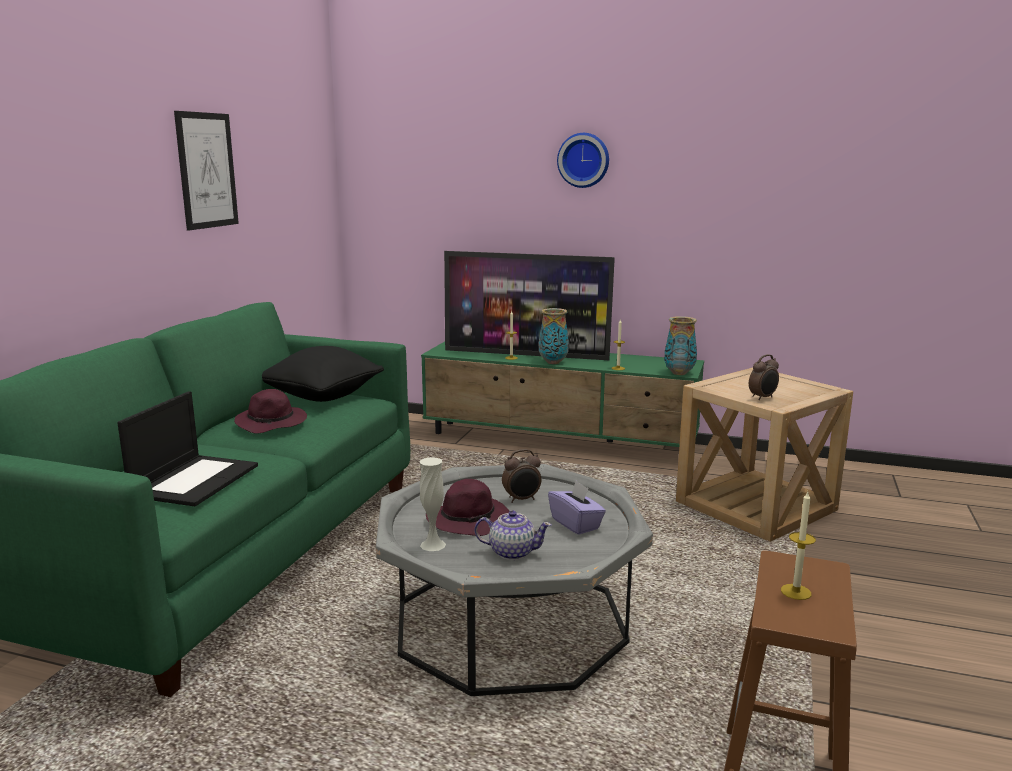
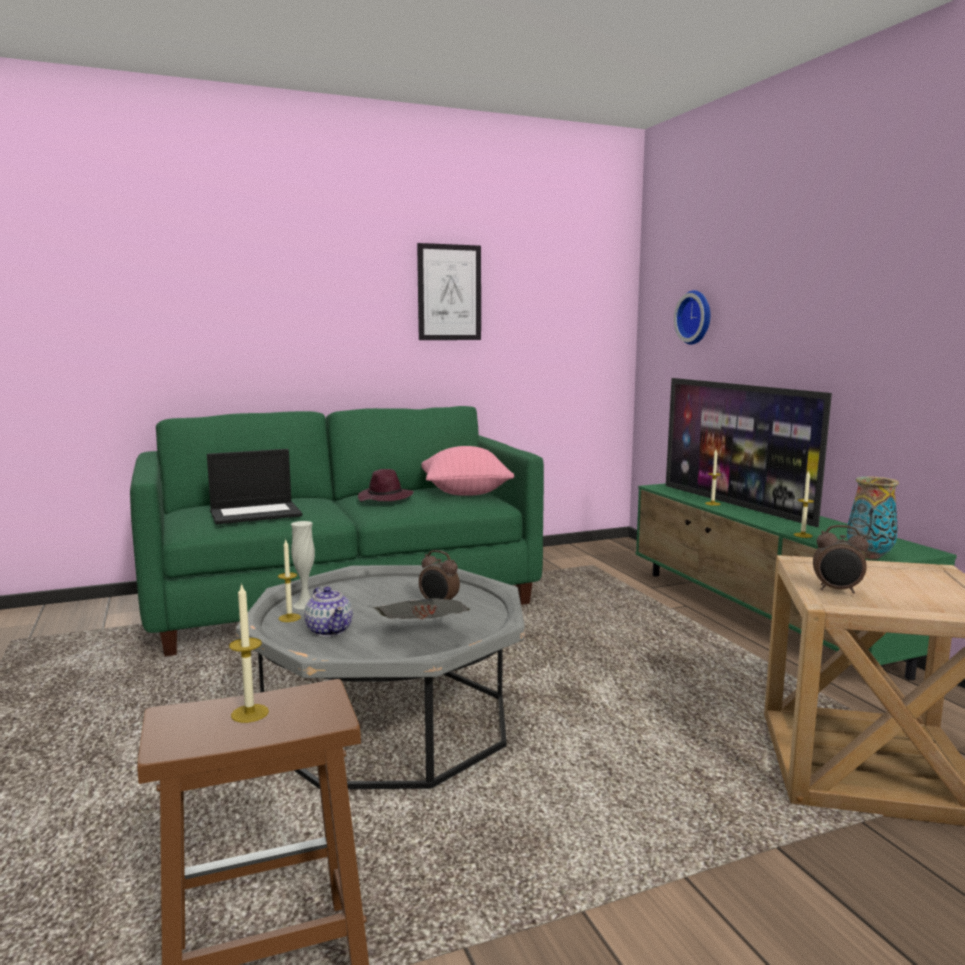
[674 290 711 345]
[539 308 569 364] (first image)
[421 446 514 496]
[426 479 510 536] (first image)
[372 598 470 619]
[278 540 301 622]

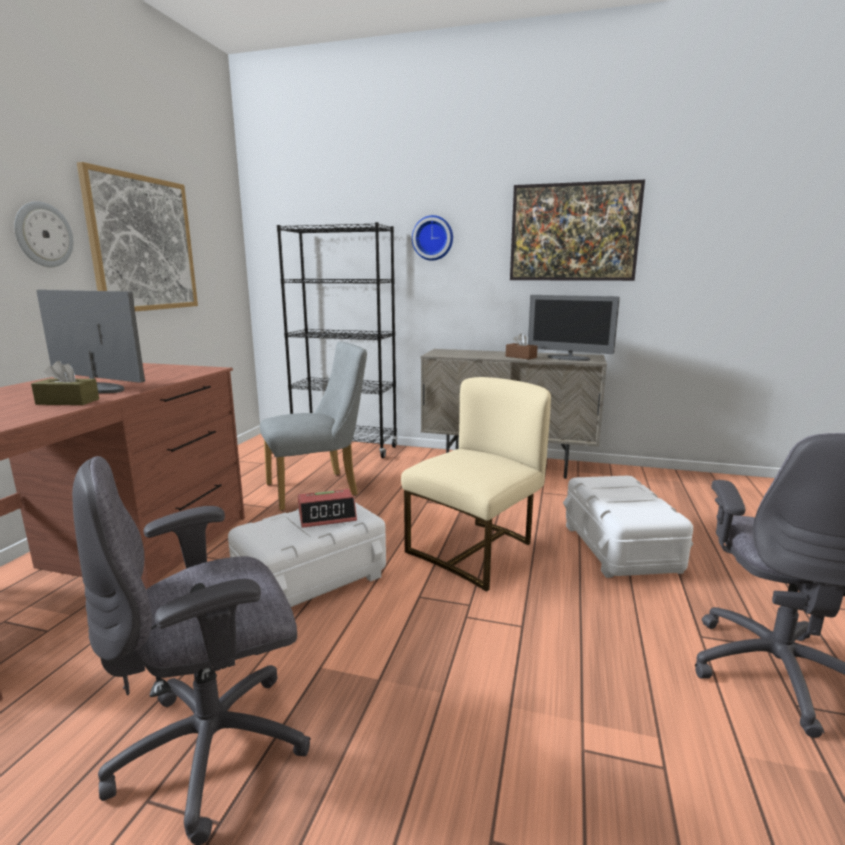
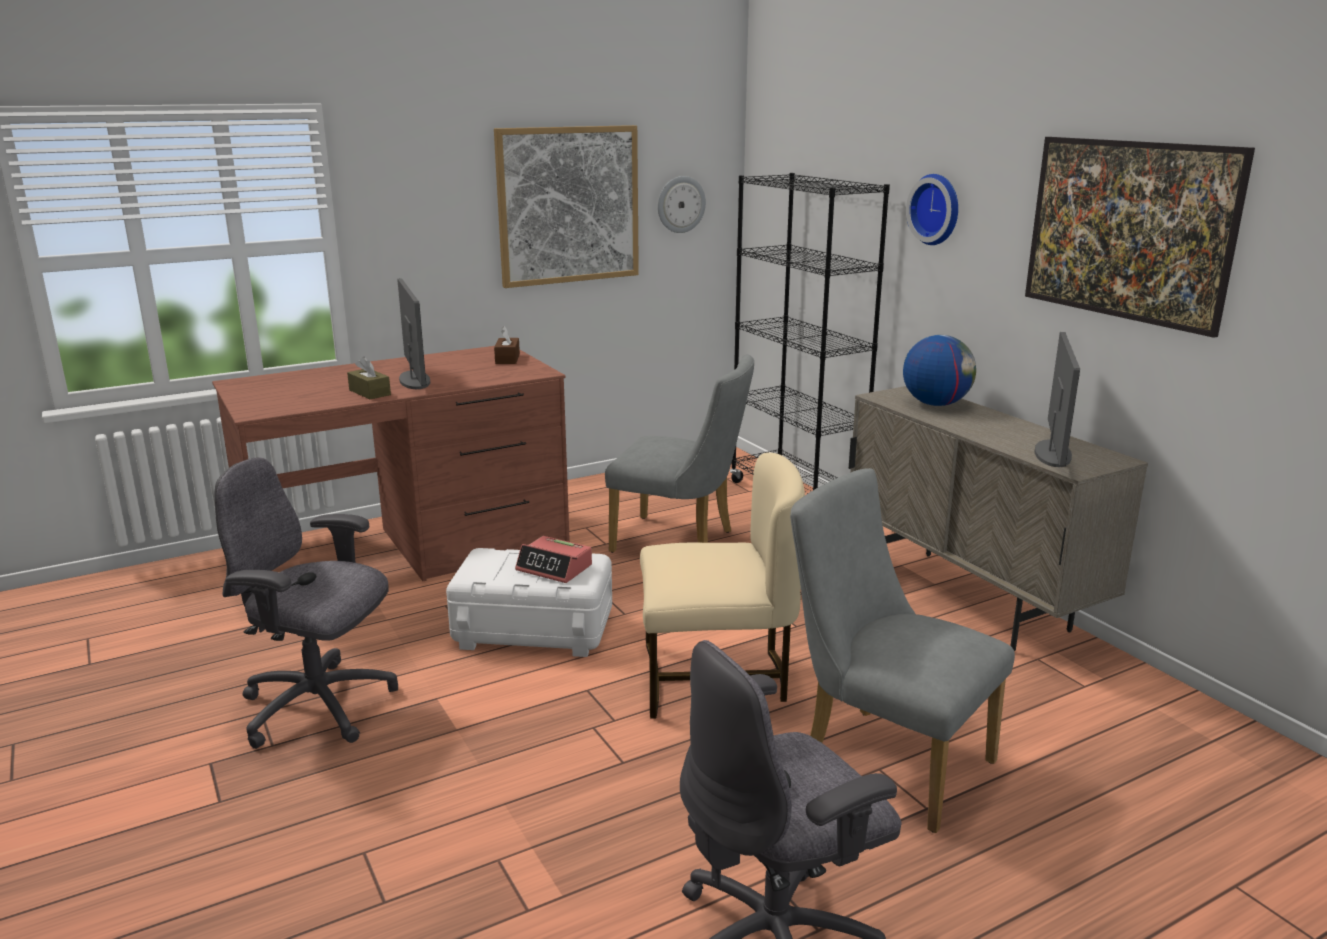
[658 176 706 233]
[1035 332 1080 467]
[494 326 520 364]
[790 468 1015 833]
[903 335 976 406]

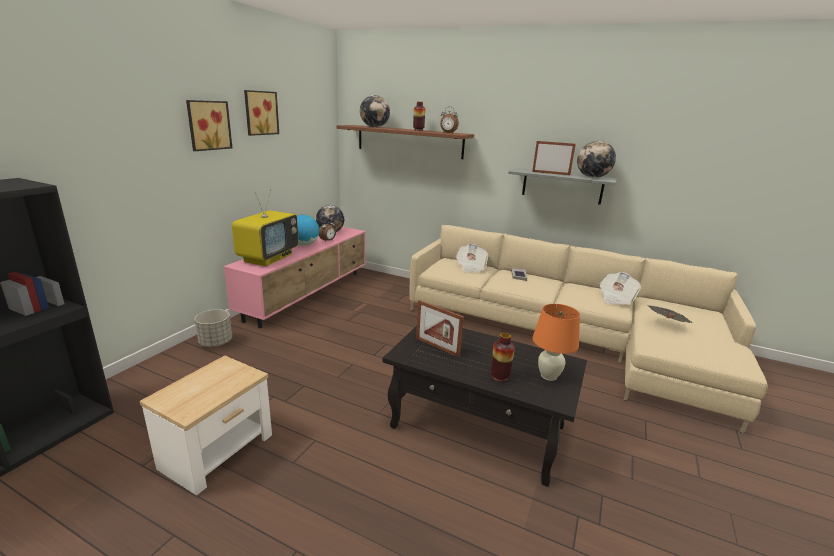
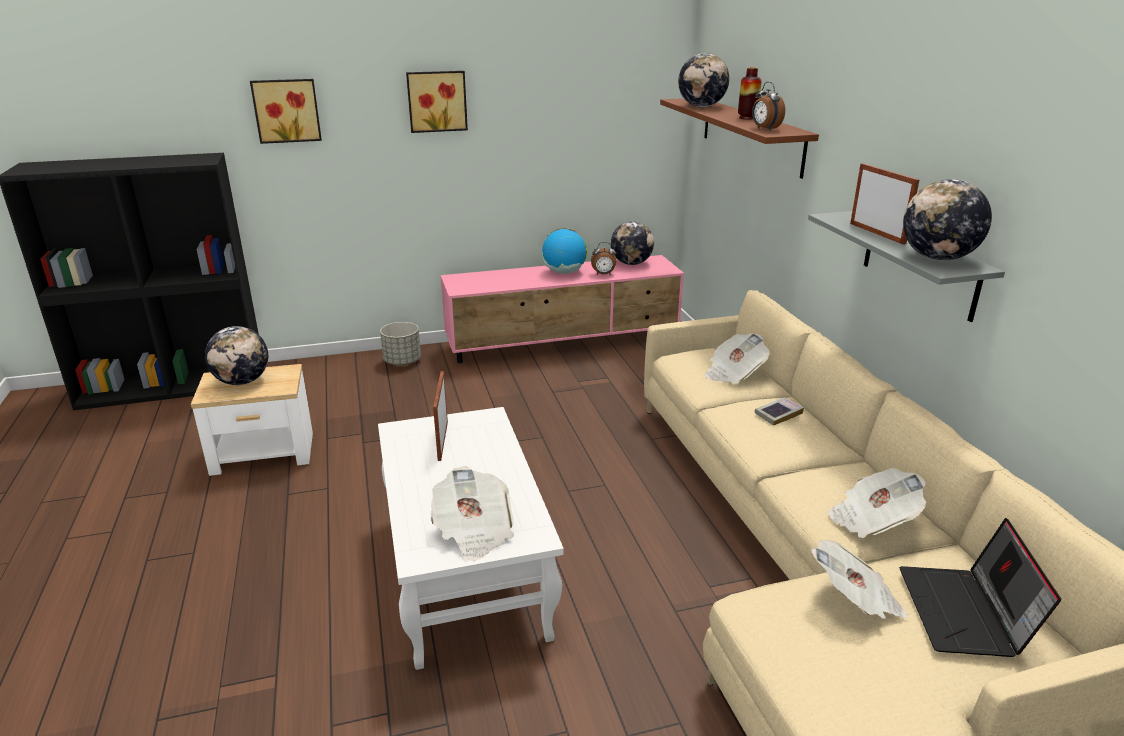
[250 79 322 144]
[232 189 298 266] (first image)
[430 466 514 561]
[378 407 563 670]
[490 333 515 382] (first image)
[205 326 268 385]
[899 518 1061 657]

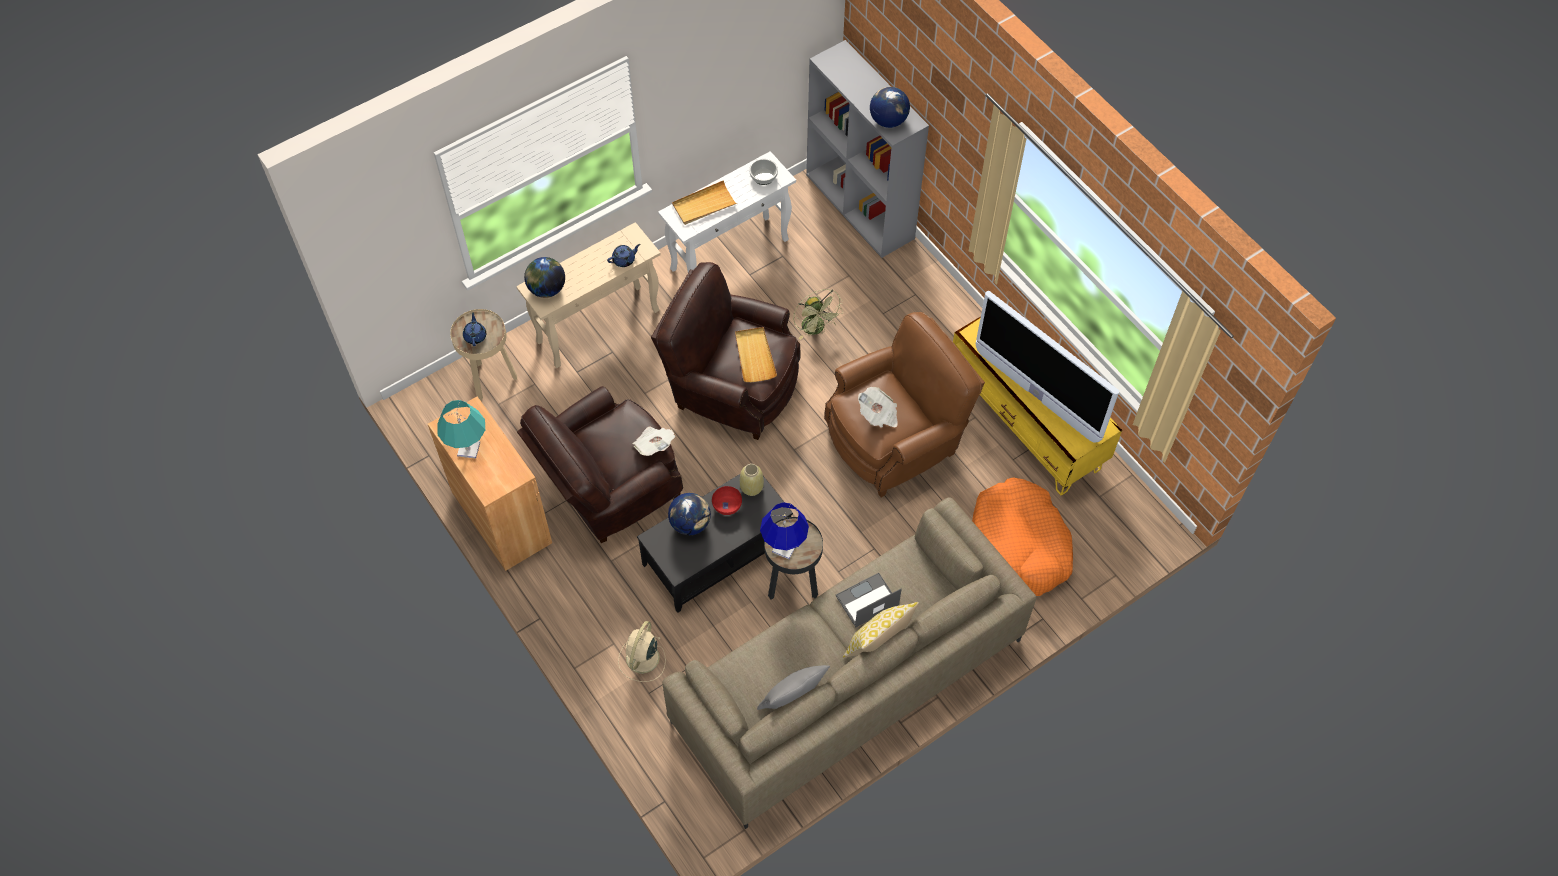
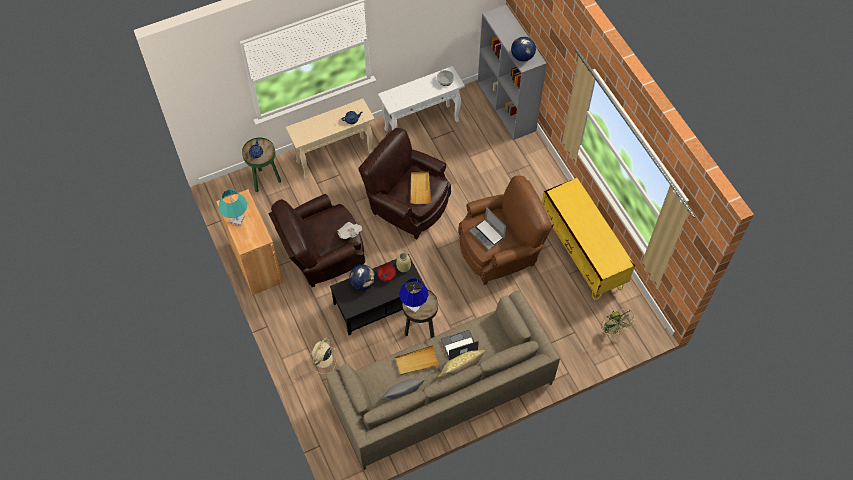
[395 345 439 375]
[524 257 565 298] (first image)
[601 309 636 336]
[976 291 1119 443] (first image)
[242 138 281 192]
[469 207 506 250]
[972 477 1073 596] (first image)

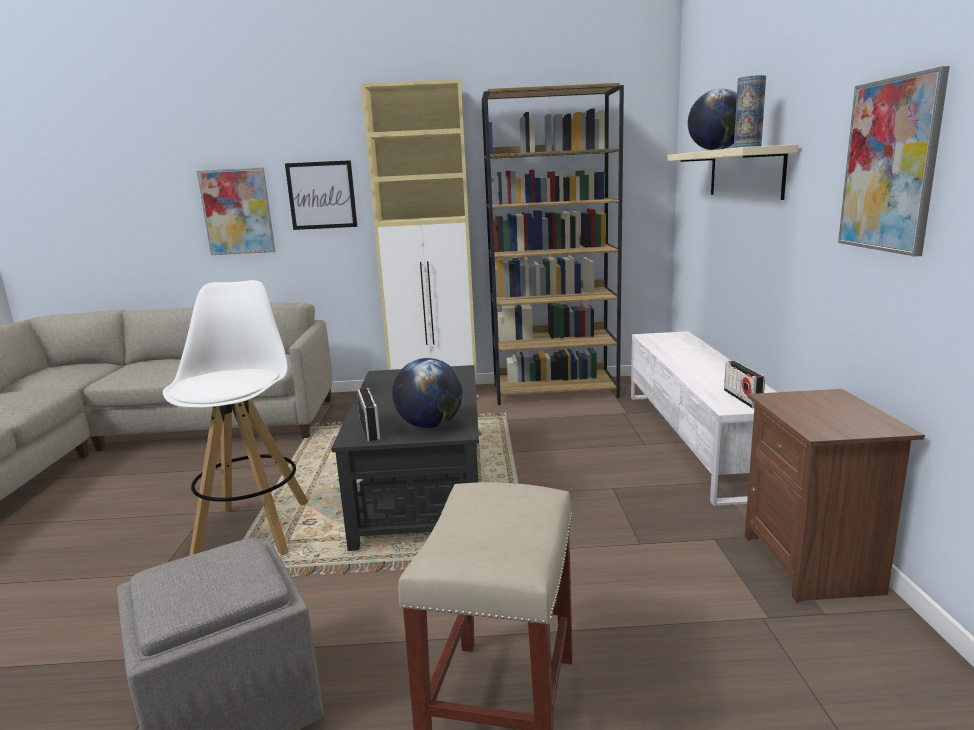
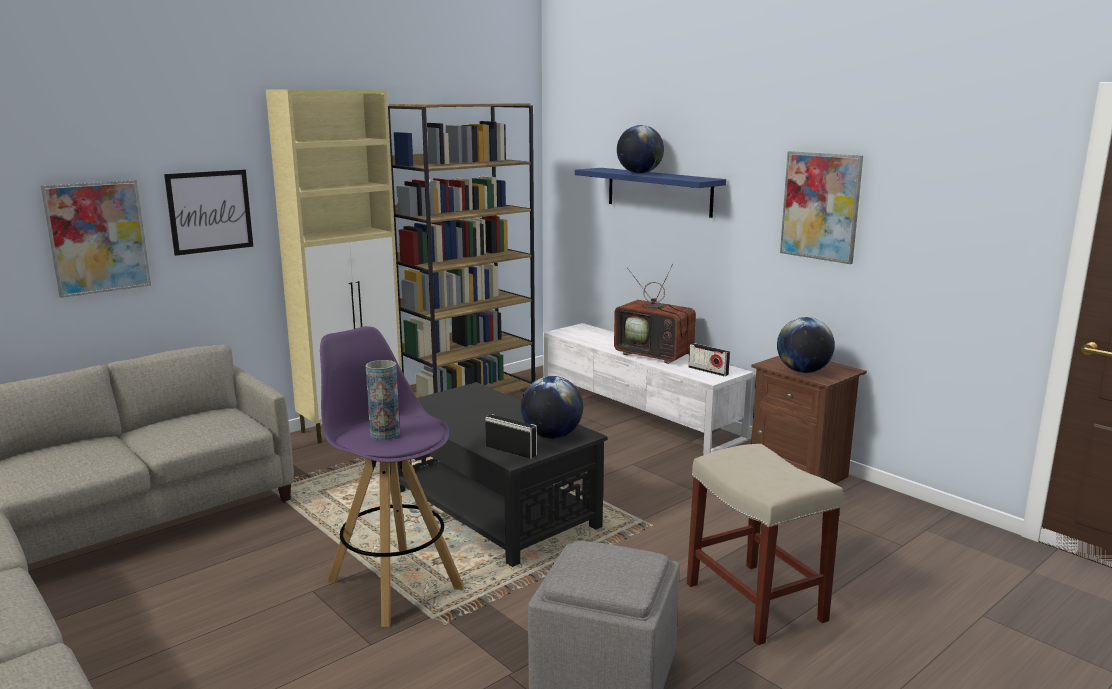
[366 360 400 440]
[575 168 726 218]
[320 326 464 627]
[614 264 696 364]
[777 317 835 373]

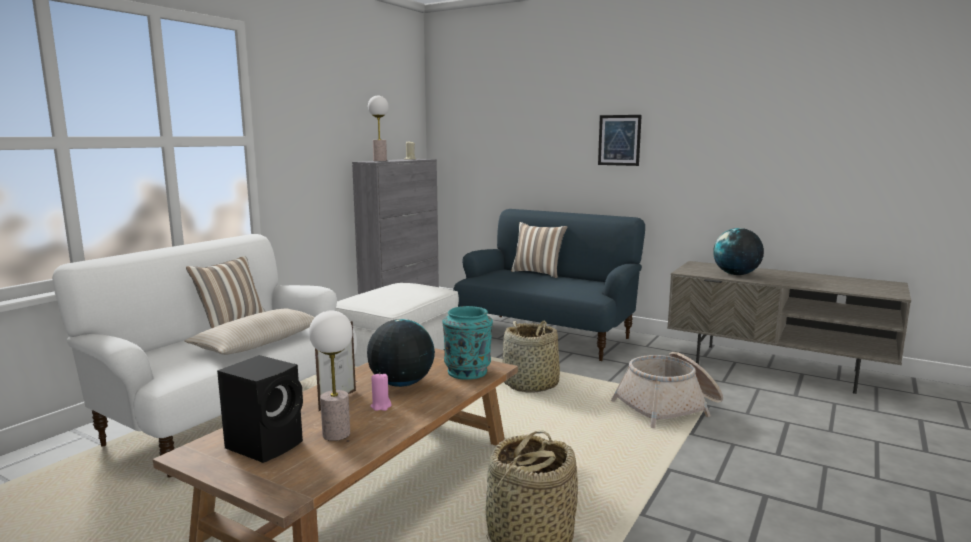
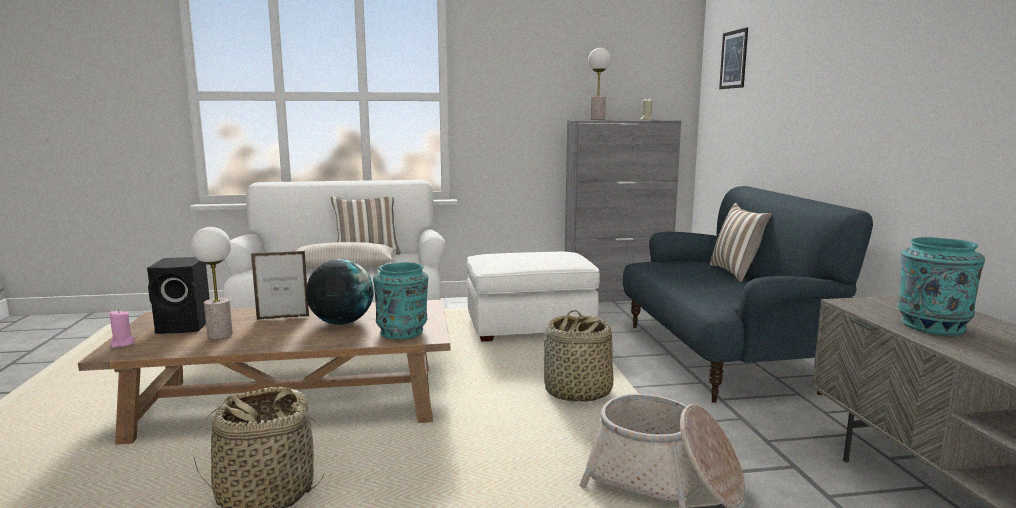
[719 27 748 89]
[897 237 985 335]
[110 310 135 348]

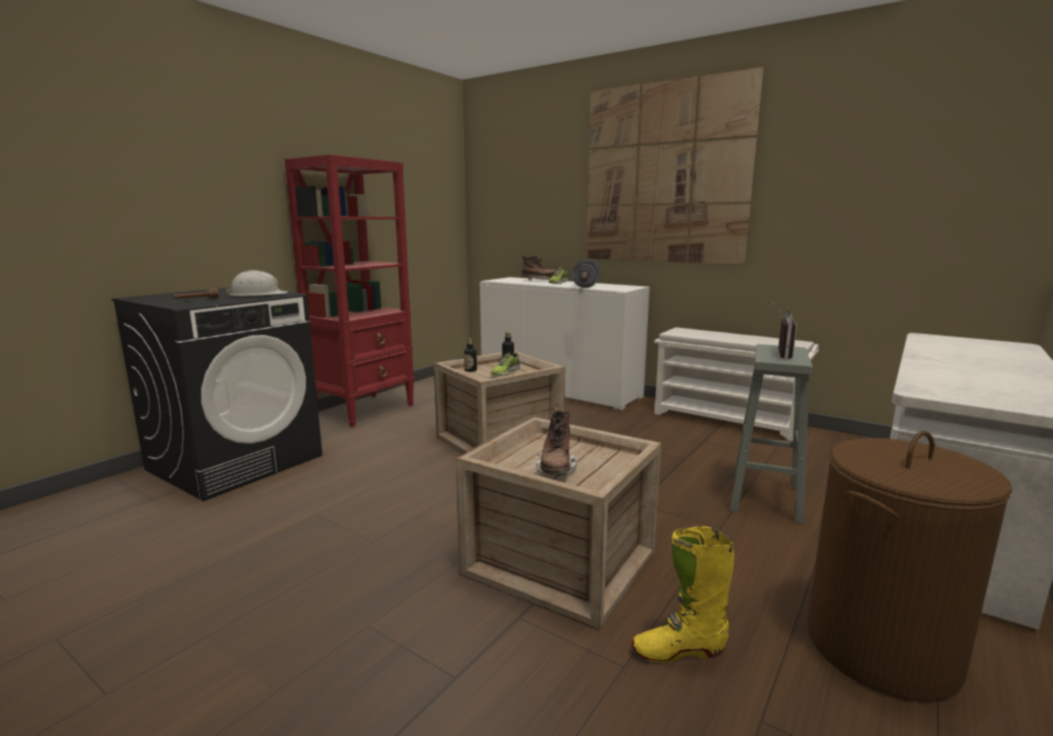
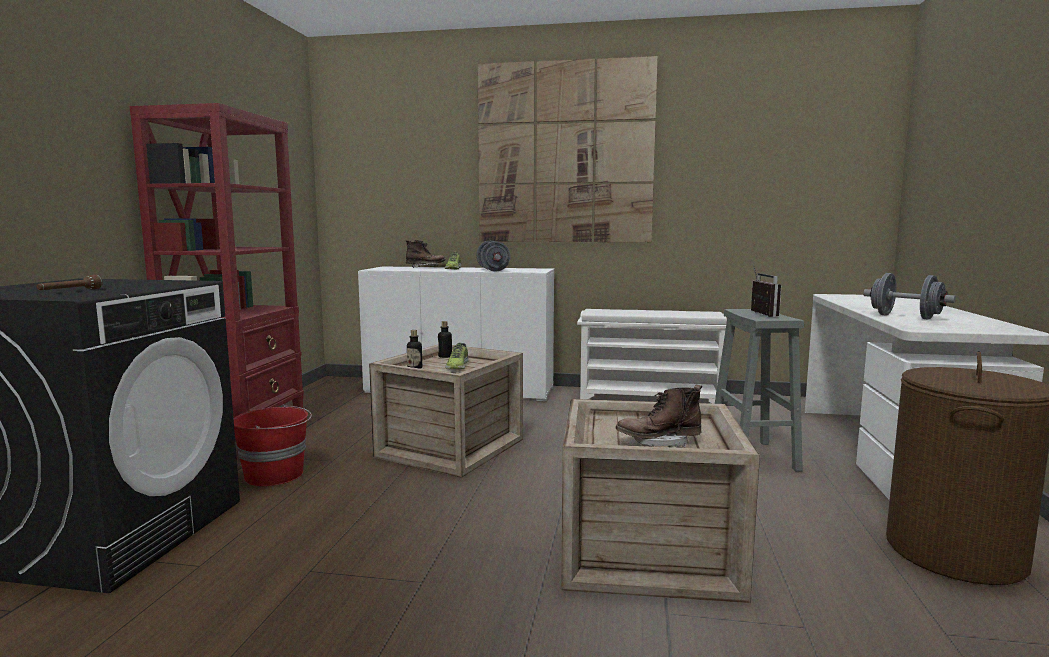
[225 270 288 296] (first image)
[616 385 702 447]
[632 526 734 663] (first image)
[863 273 956 320]
[233 405 312 486]

